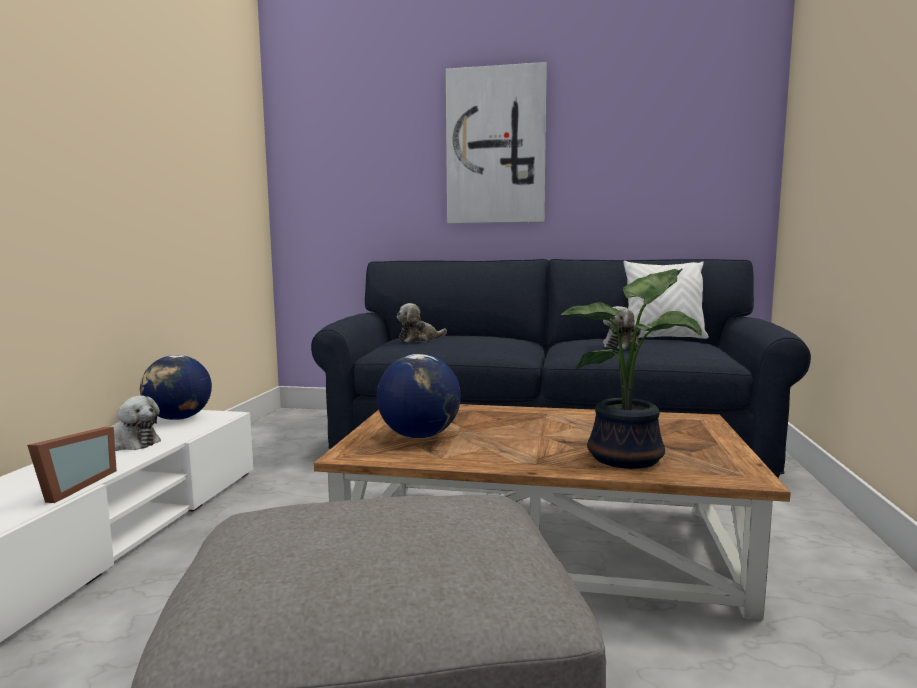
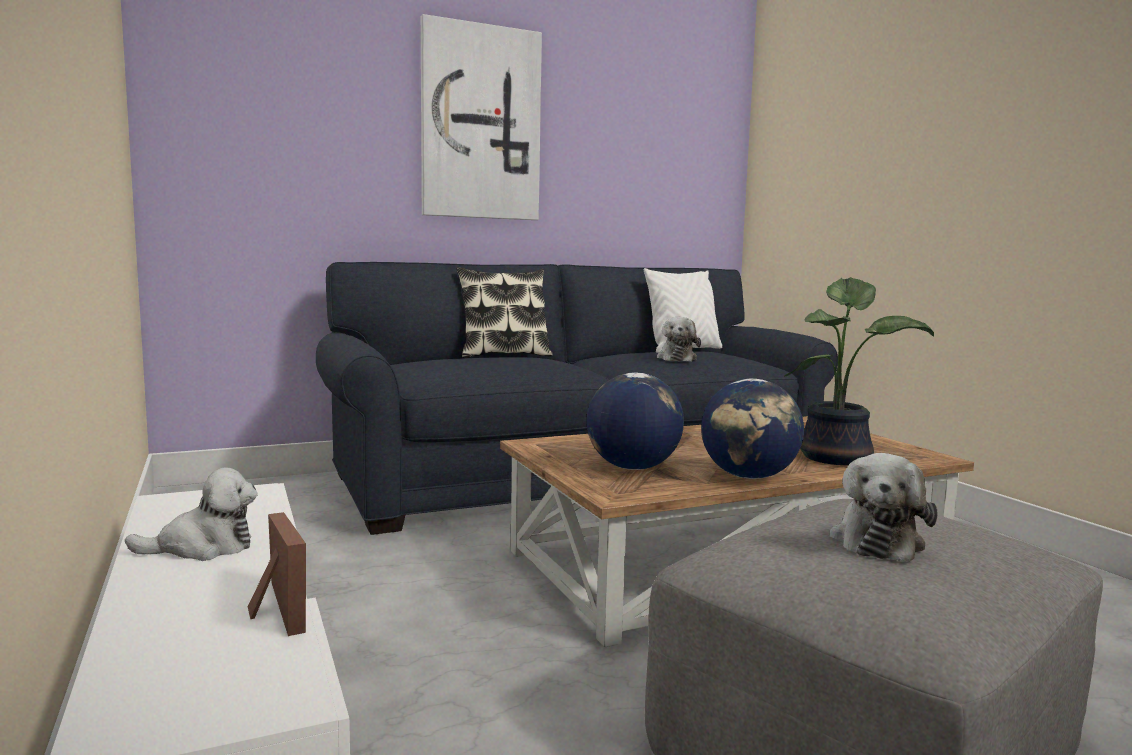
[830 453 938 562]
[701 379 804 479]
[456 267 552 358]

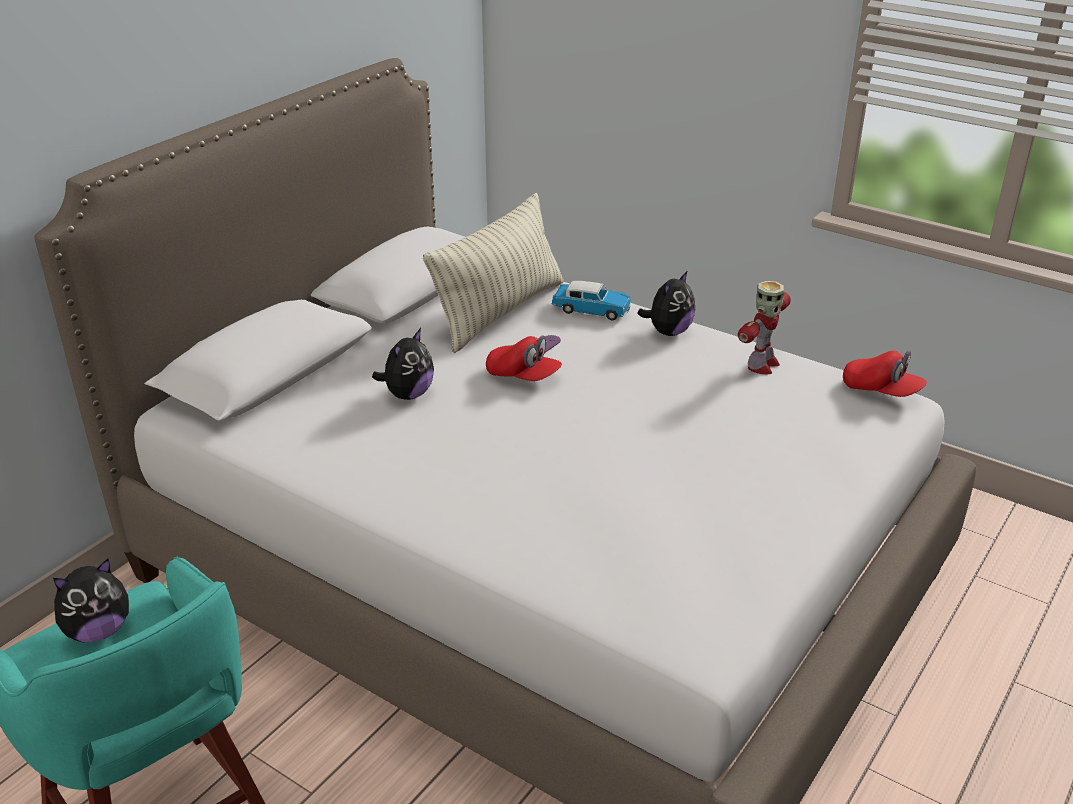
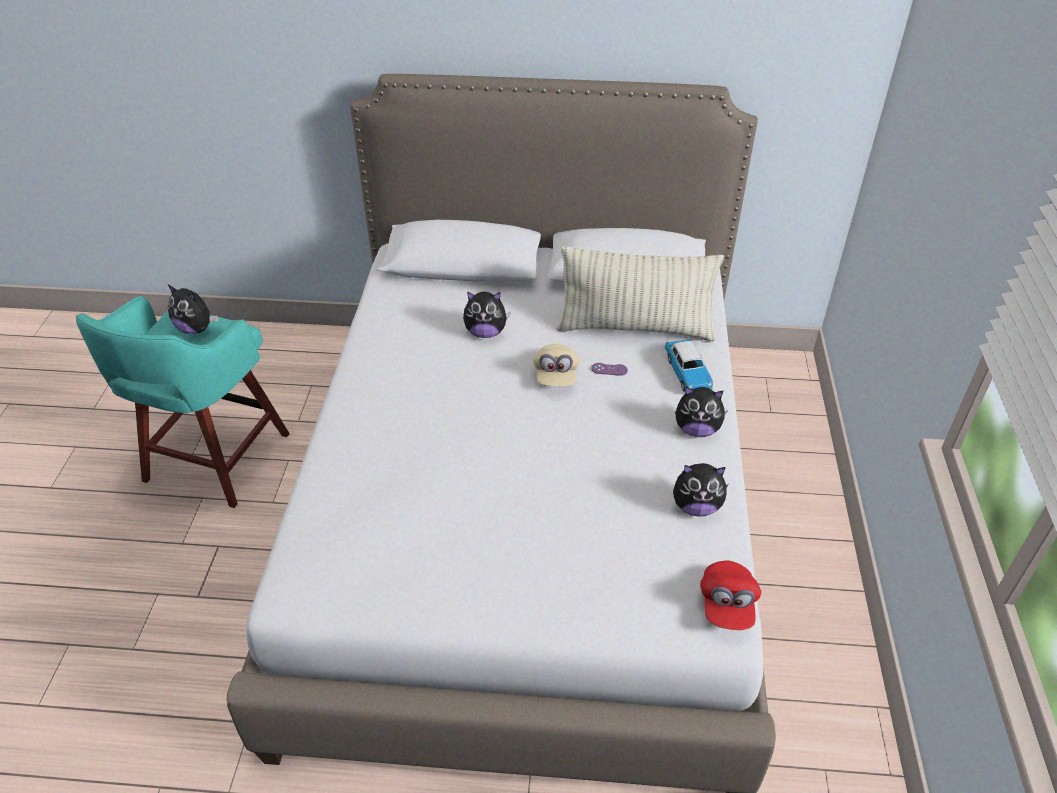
[673 463 729 517]
[533 344 580 386]

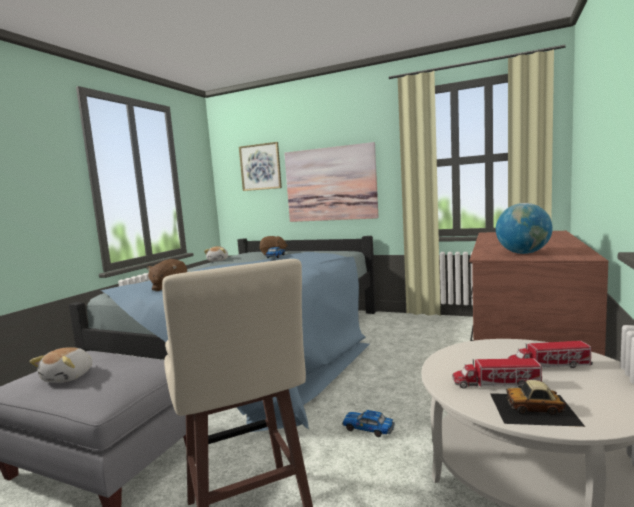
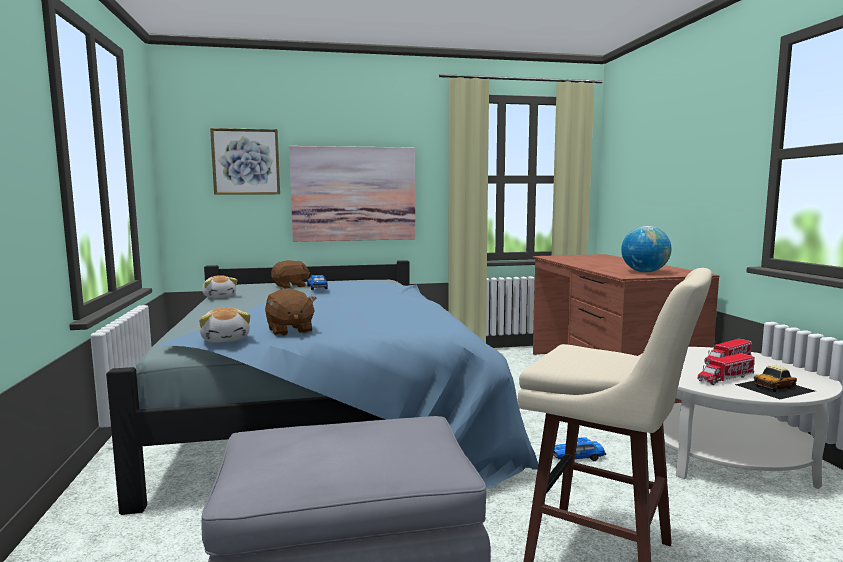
[199 307 250 342]

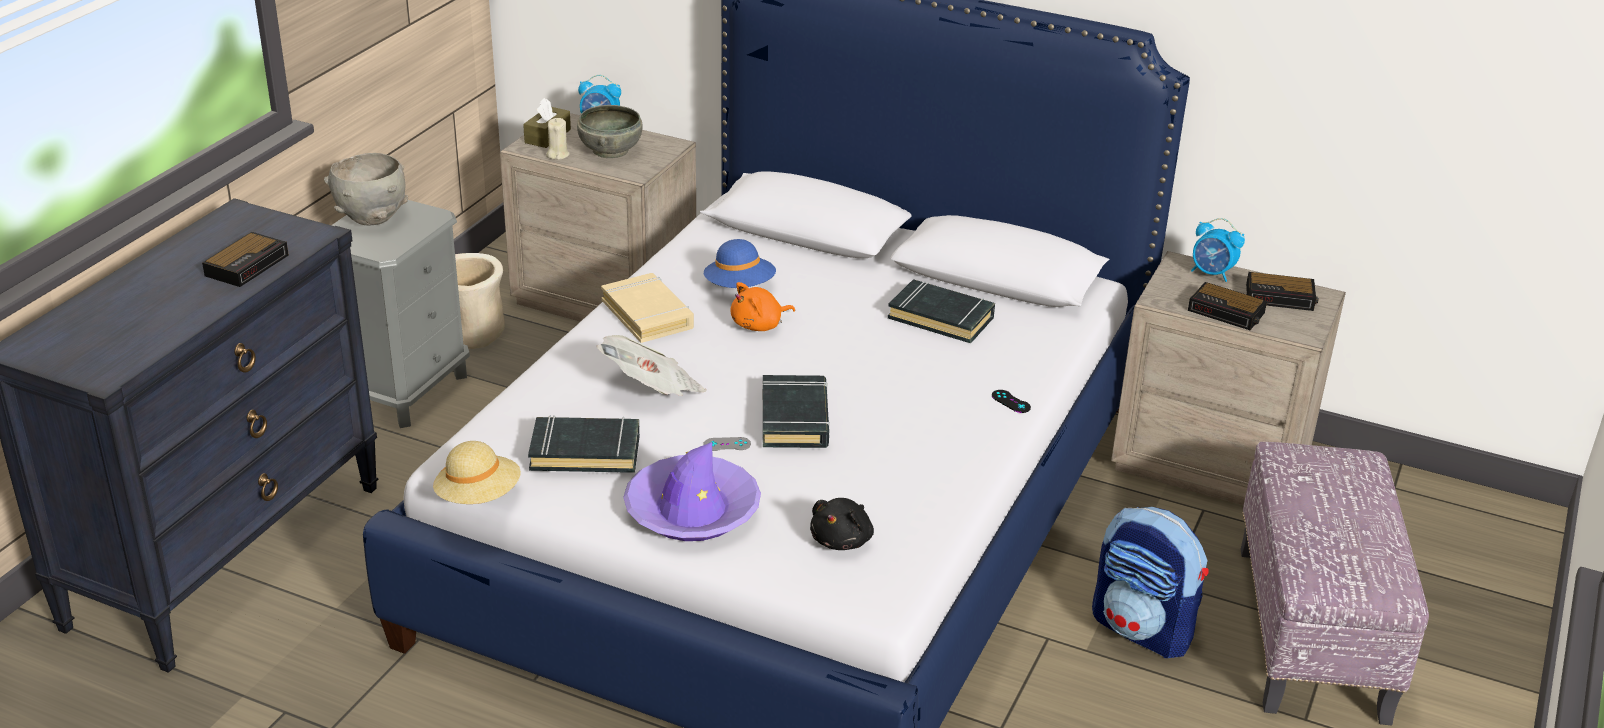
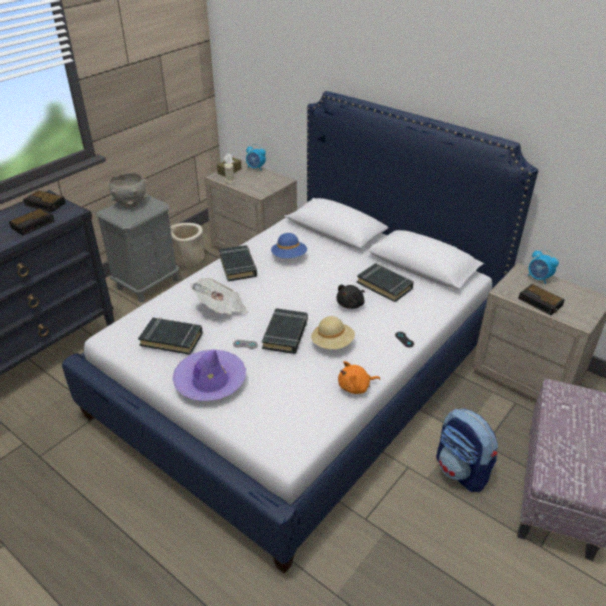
[577 105 642 158] (first image)
[23 190 66 212]
[219 245 257 281]
[338 361 381 394]
[311 316 355 349]
[336 285 365 309]

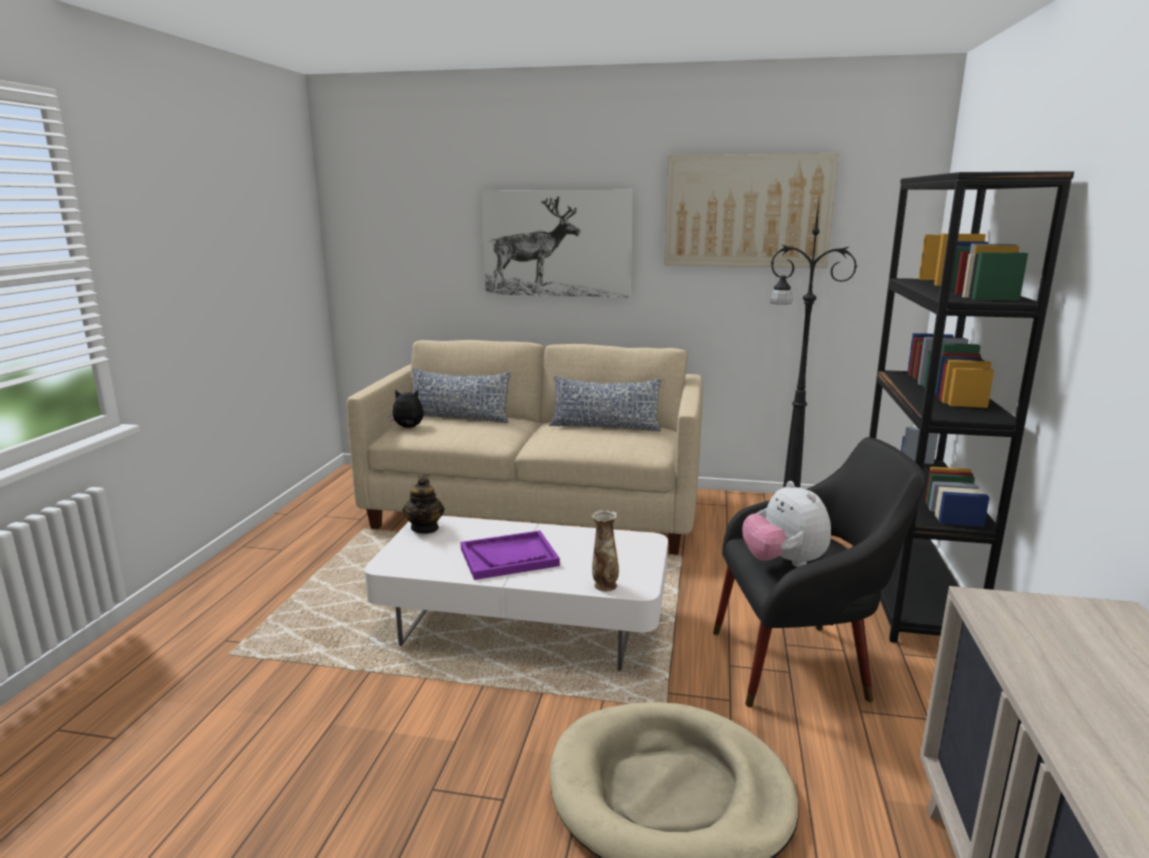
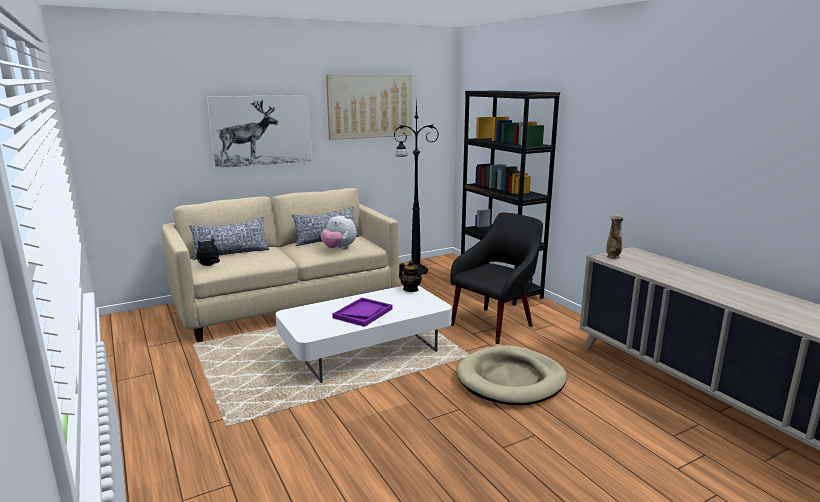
[399 261 423 292]
[321 214 357 249]
[606 215 625 259]

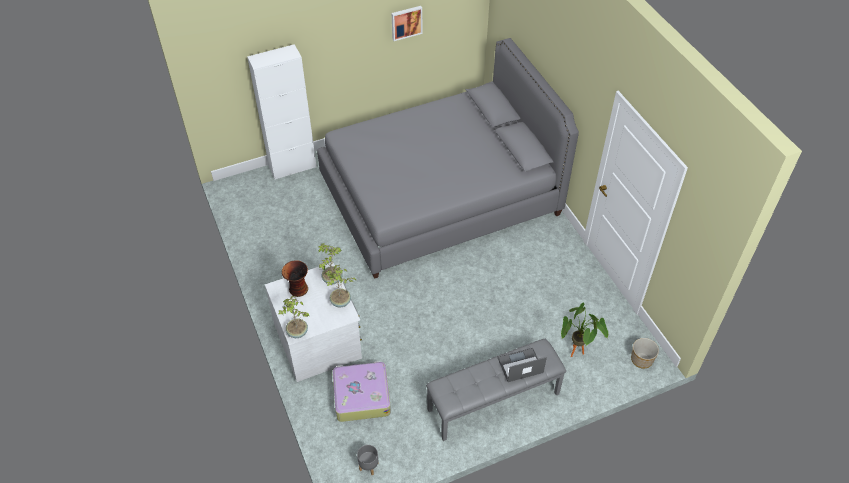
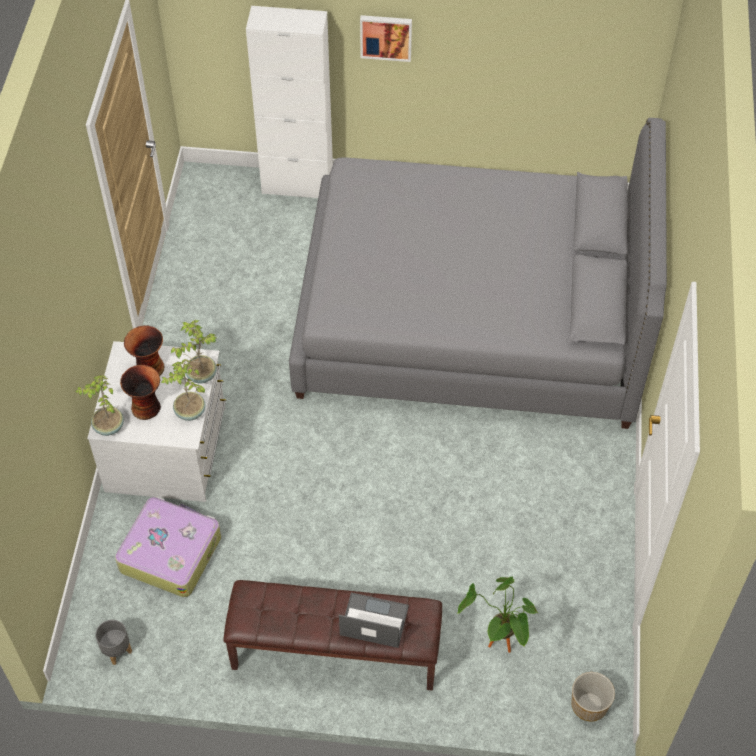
[360 15 412 62]
[223 580 442 691]
[120 365 161 420]

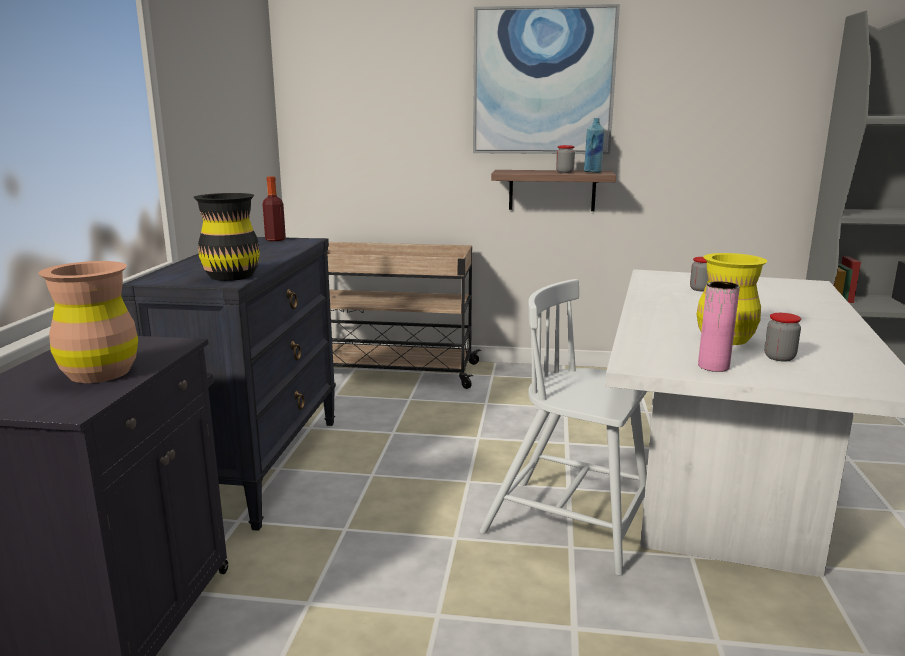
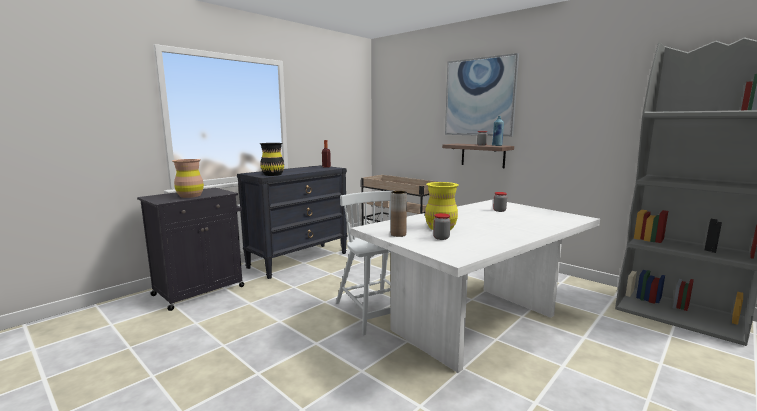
[391 191 407 237]

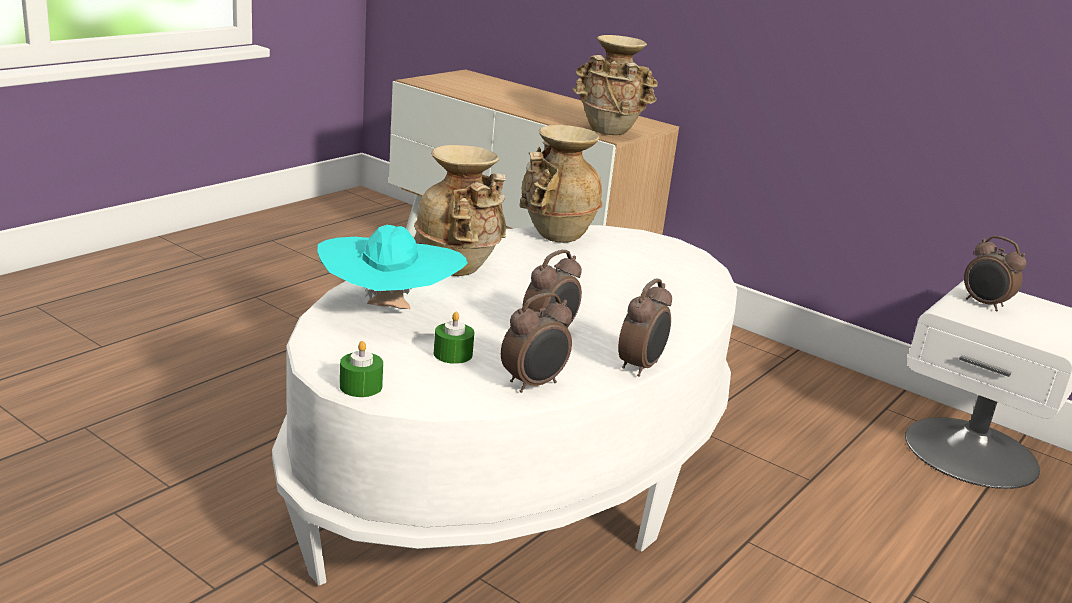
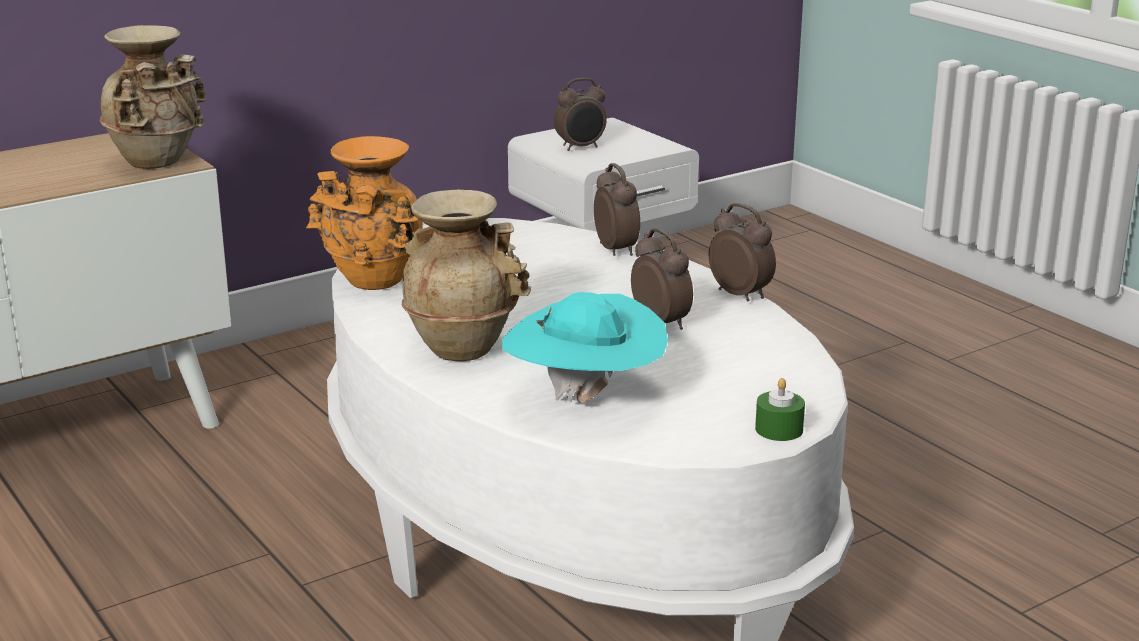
[306 136 423 290]
[594 163 640 256]
[434 312 474 364] (first image)

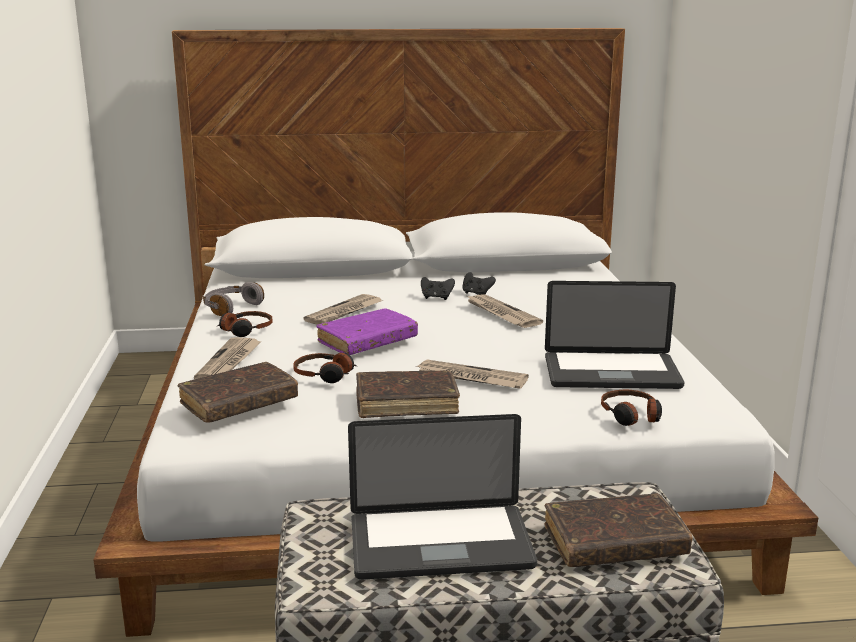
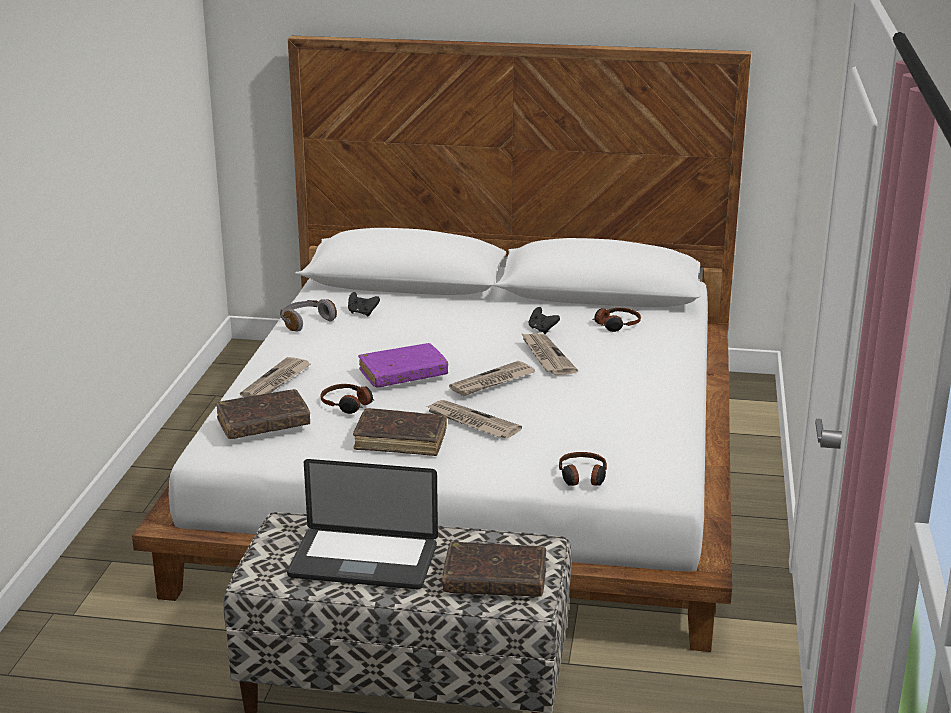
[348 292 380 317]
[545 281 684 389] (first image)
[449 361 535 396]
[593 308 641 332]

